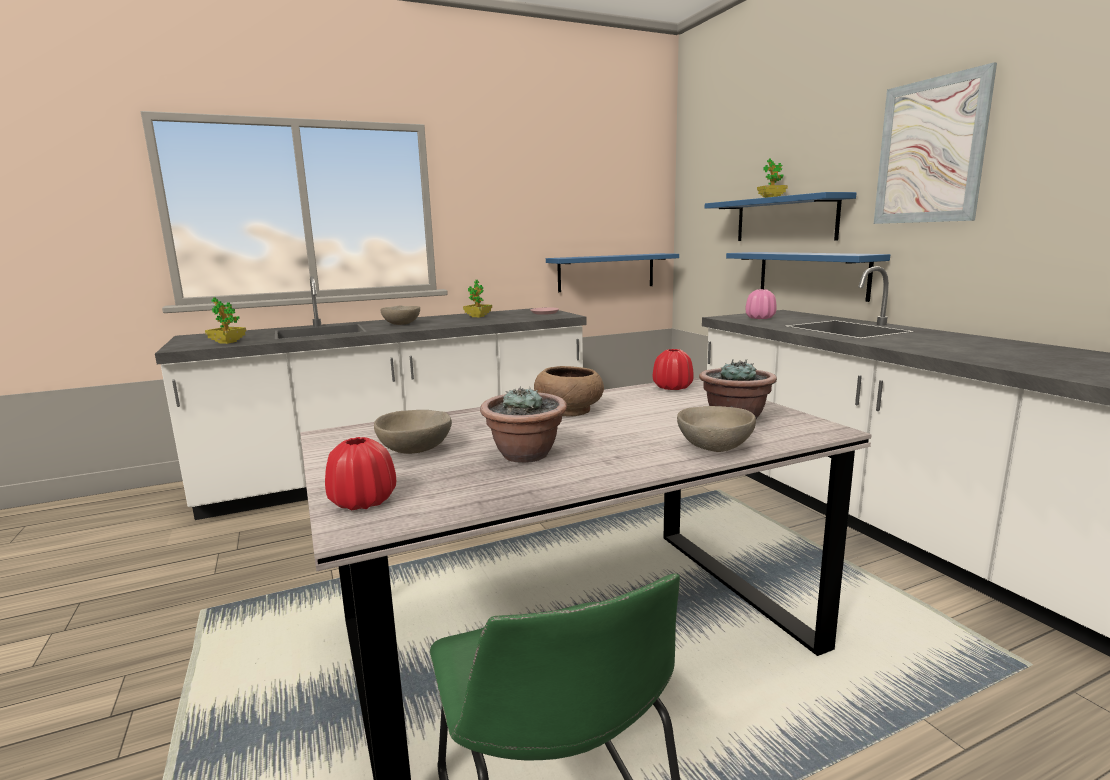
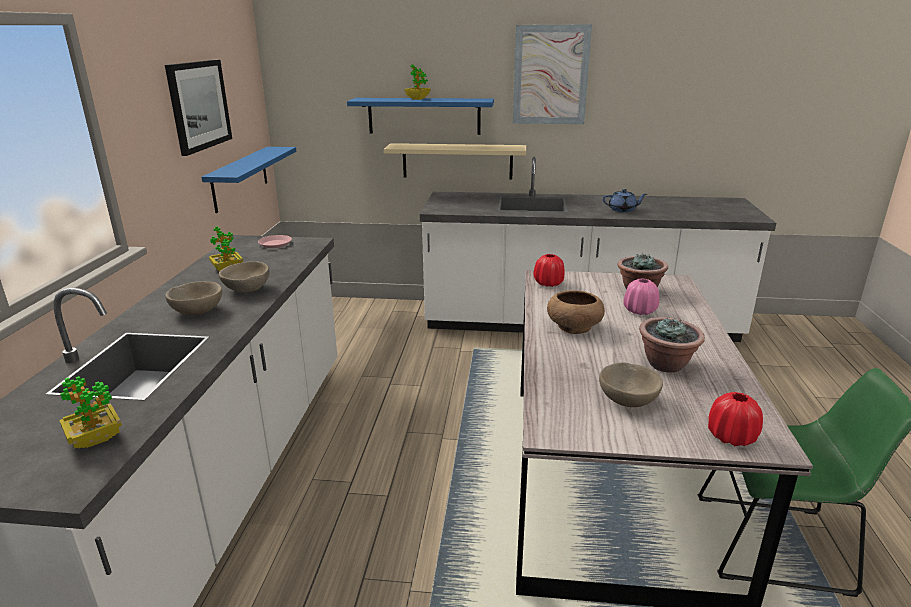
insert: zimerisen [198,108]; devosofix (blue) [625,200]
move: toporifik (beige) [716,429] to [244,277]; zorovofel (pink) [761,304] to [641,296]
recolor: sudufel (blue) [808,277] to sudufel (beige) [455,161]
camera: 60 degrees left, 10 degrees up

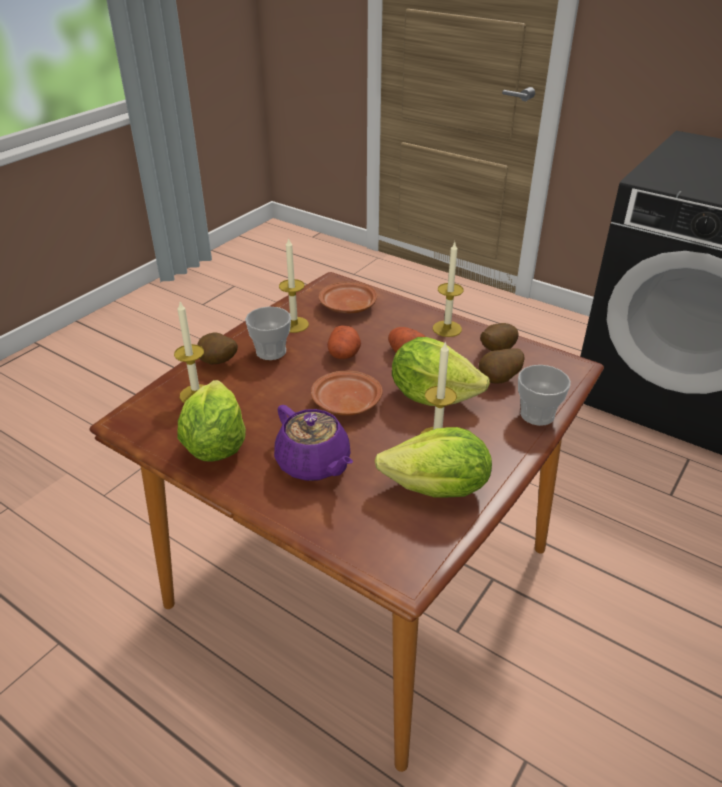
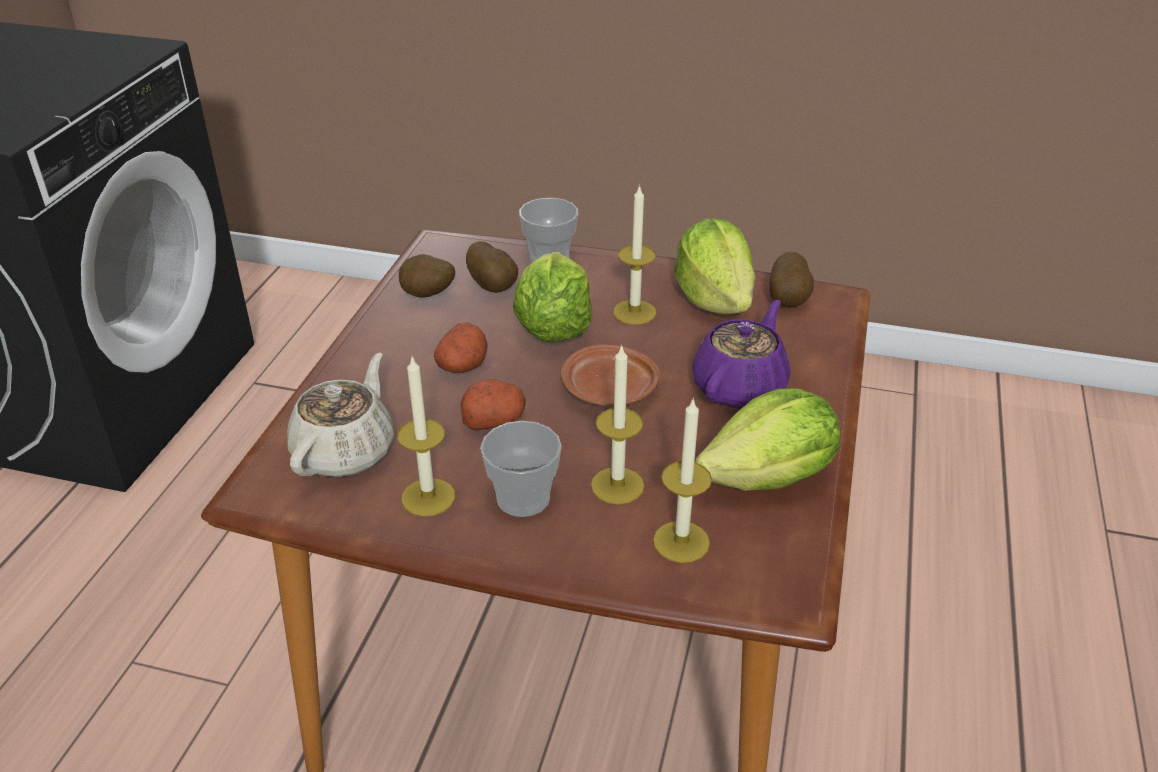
move: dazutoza [217,348] to [791,279]; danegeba [448,289] to [617,424]
replace: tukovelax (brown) [348,297] to devosofix (beige) [340,415]
camera: 110 degrees left, 0 degrees up

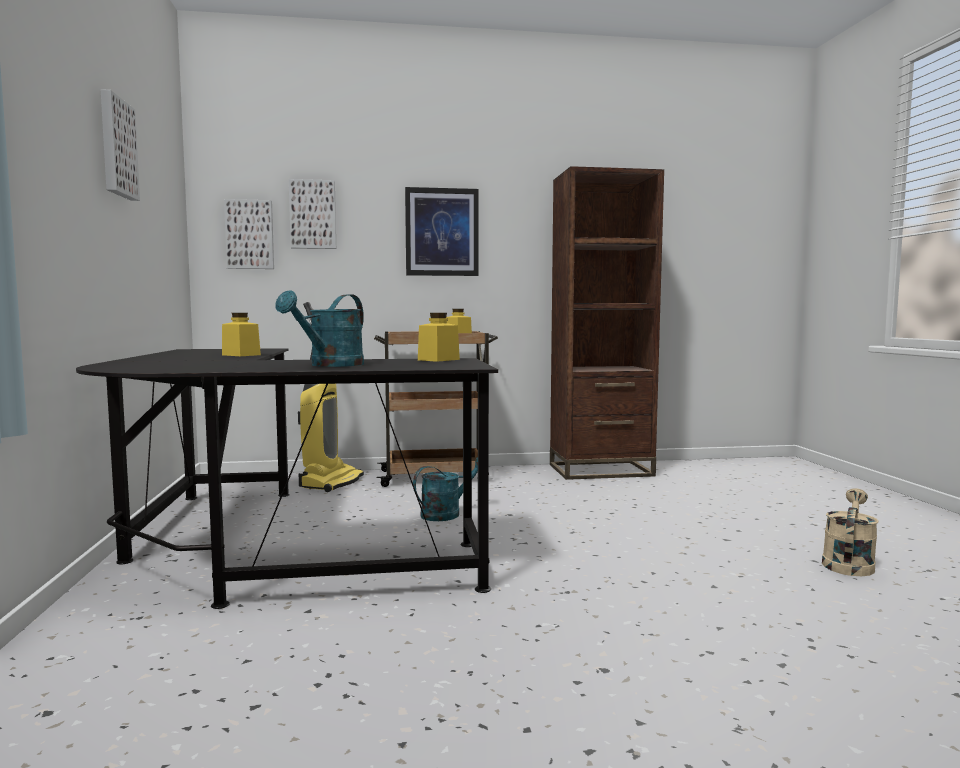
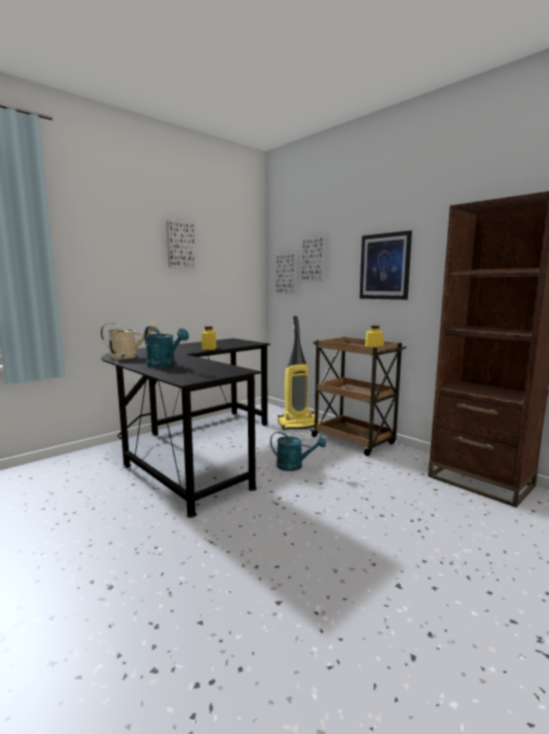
delete: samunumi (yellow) [439,337]
move: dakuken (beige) [850,532] to [130,340]
rotate: dakuken (turquoise) [320,328] = [166,347] 135 degrees counterclockwise
camera: 55 degrees right, 5 degrees up

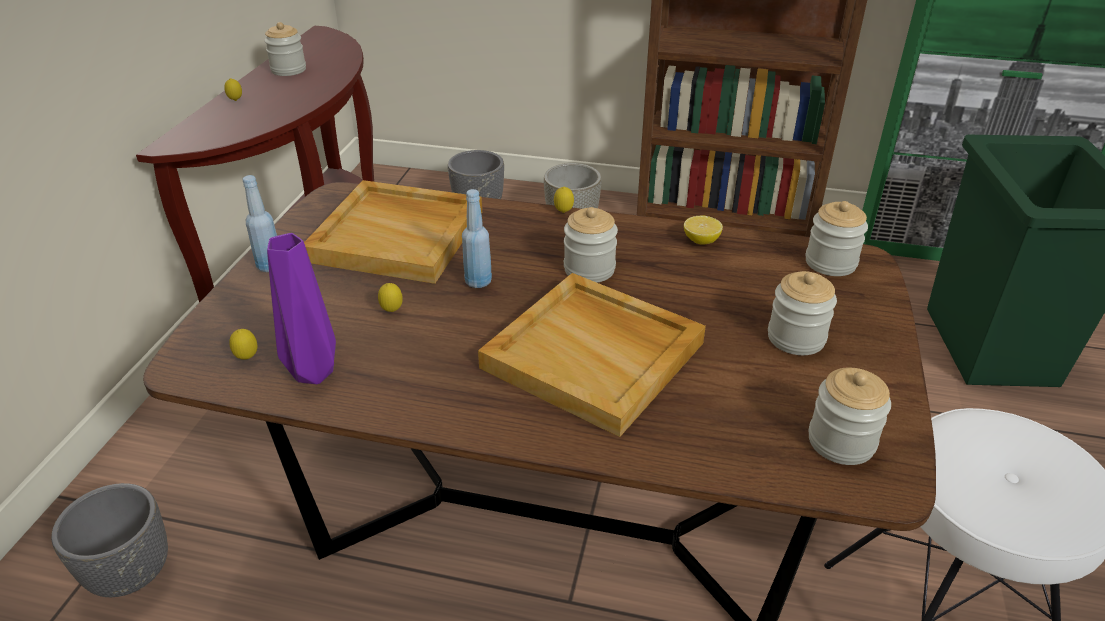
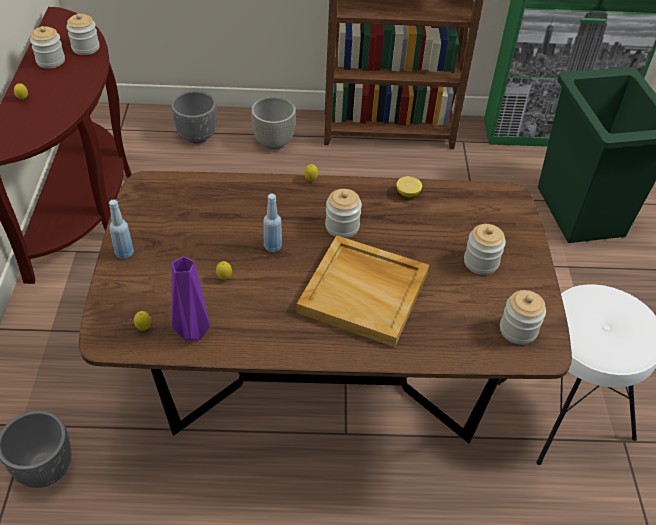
delete: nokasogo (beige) [393,232]
move: samunumi [837,238] to [83,34]
camera: 15 degrees left, 10 degrees up

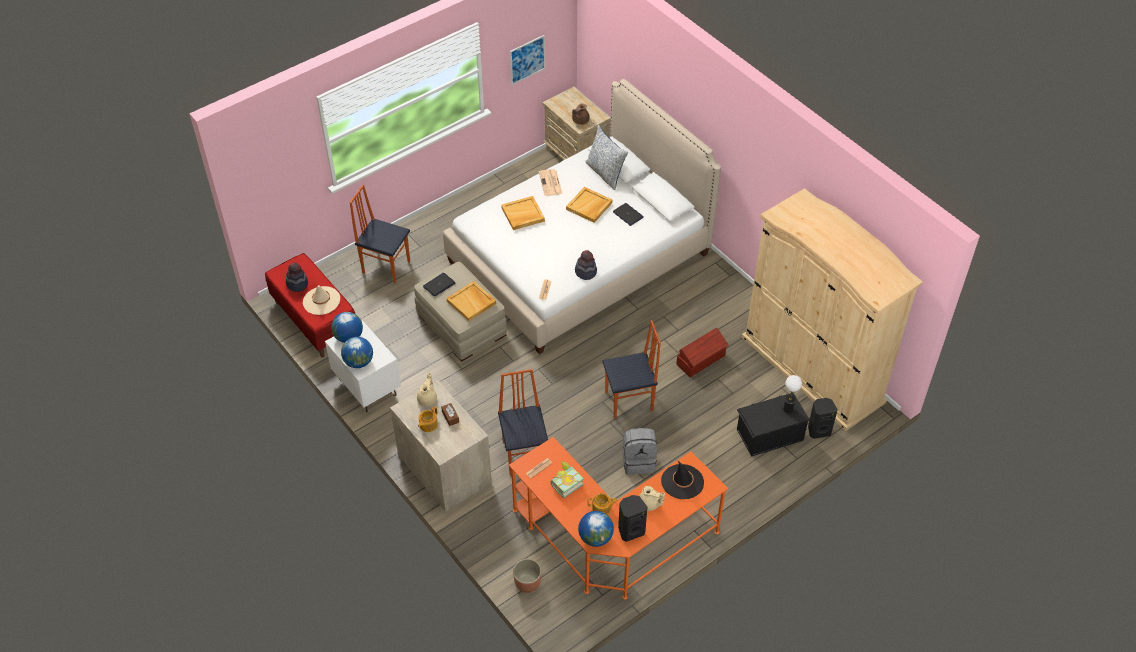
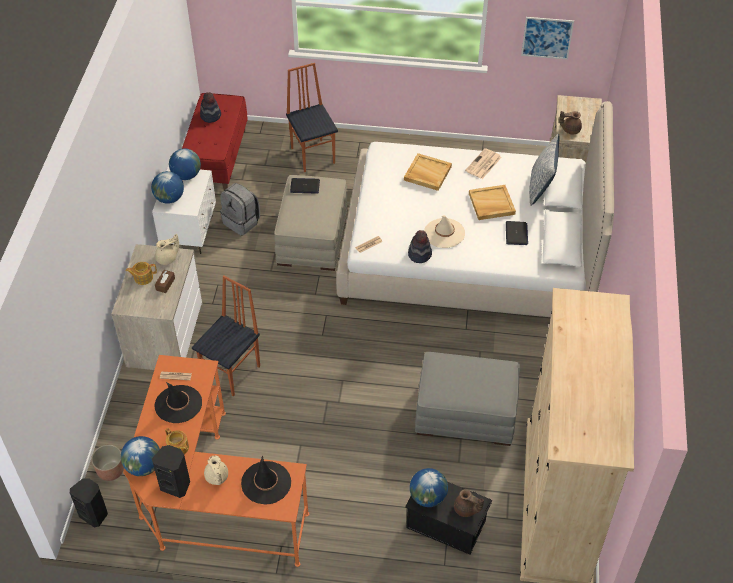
delete: nokasogo (beige) [471,301]; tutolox [631,369]
insert: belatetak [429,487]
move: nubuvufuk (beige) [321,300] to [444,231]; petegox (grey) [639,451] to [240,209]; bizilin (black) [823,418] to [89,503]
replace: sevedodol [567,480] to nubuvufuk (black) [178,402]; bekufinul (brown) [702,352] to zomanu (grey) [467,399]; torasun [792,394] to devosofix (brown) [469,503]
camera: 45 degrees right, 0 degrees up

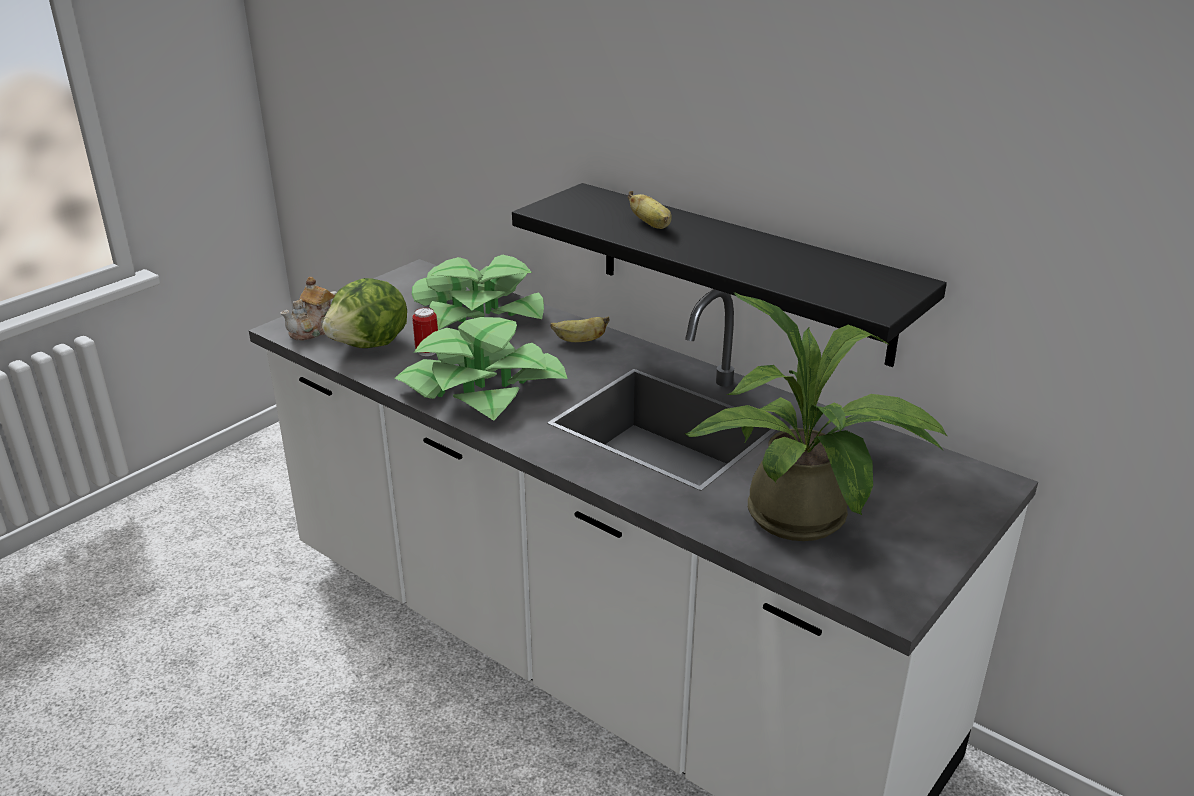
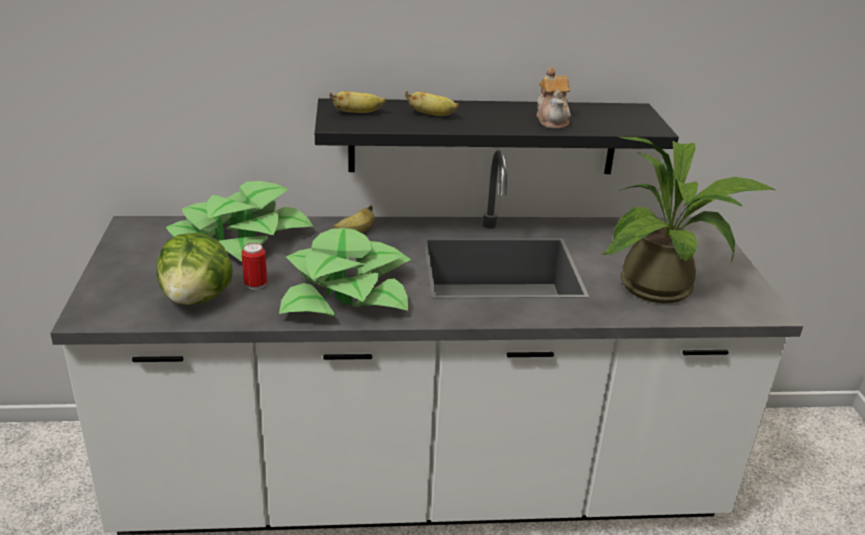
insert: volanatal [358,102]
move: devosofix [308,309] to [554,98]
camera: 45 degrees left, 0 degrees up

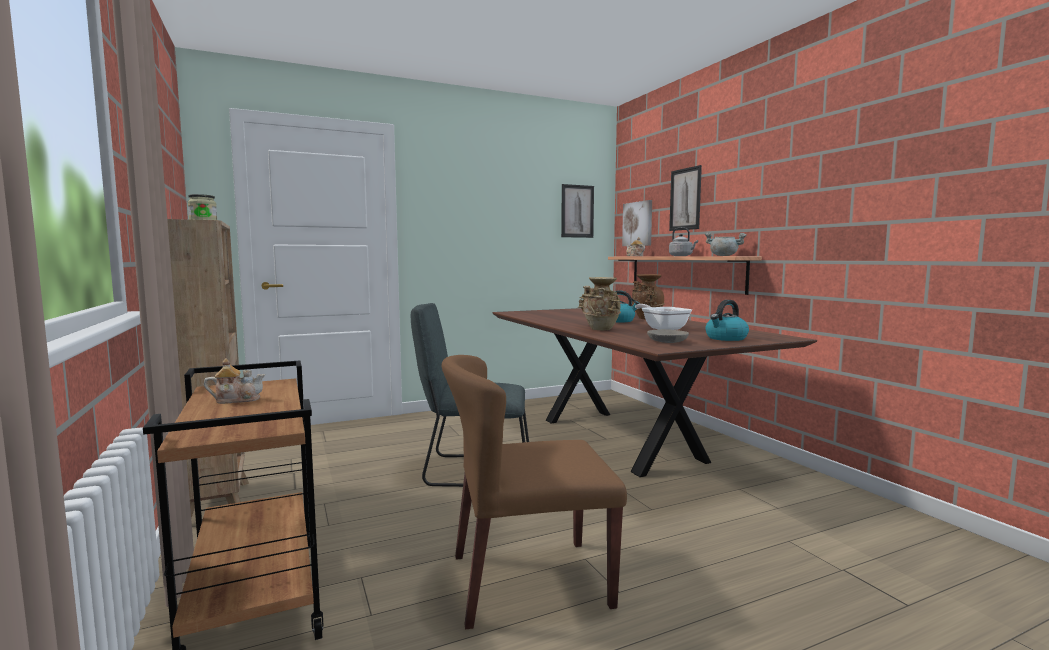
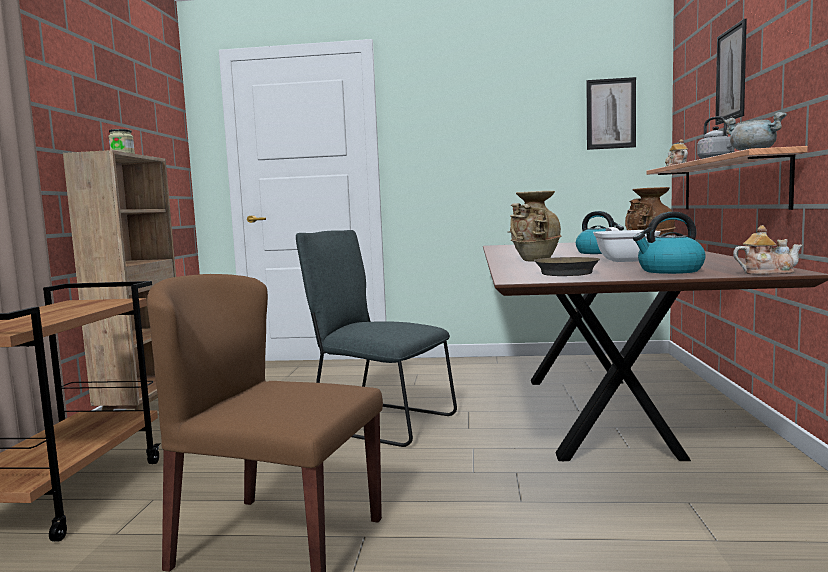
delete: zimerisen [637,223]
move: devosofix [234,381] to [768,250]
replace: toporifik (grey) [668,336] to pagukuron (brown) [567,266]
camera: 30 degrees right, 0 degrees up

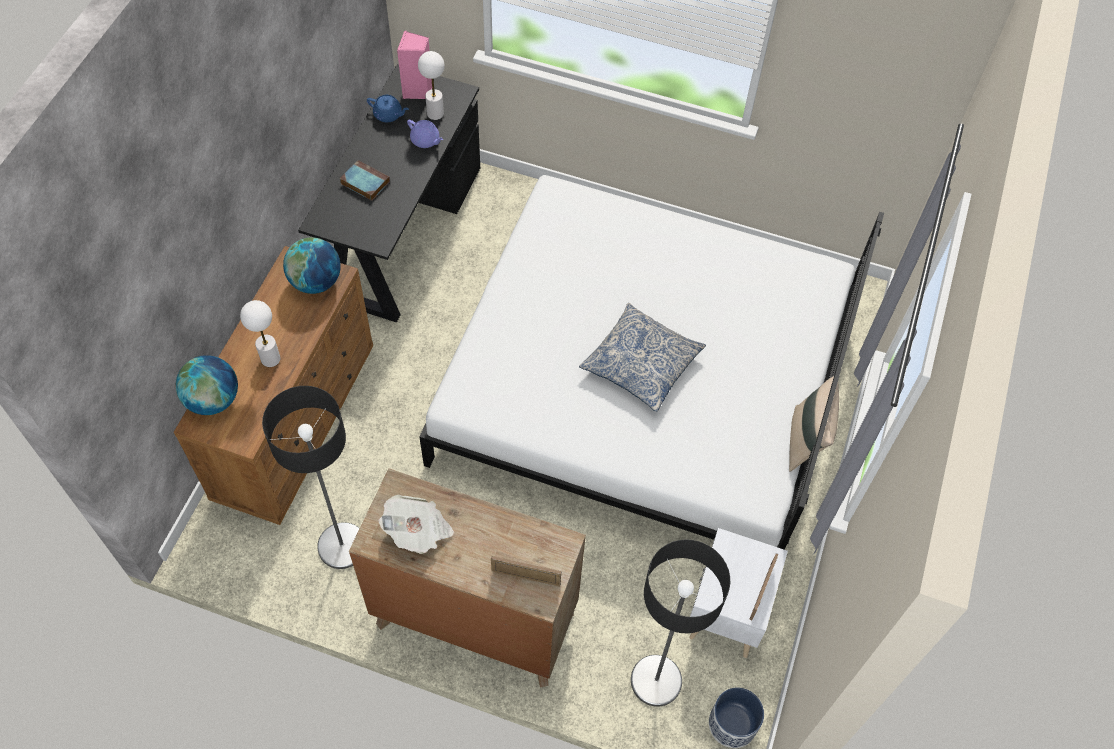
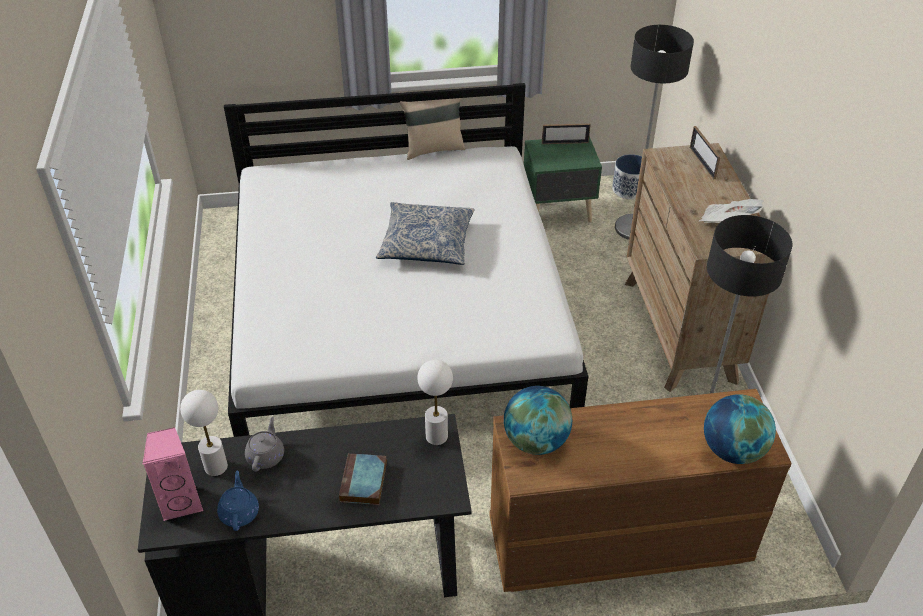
move: torasun (white) [260,333] to [435,402]
recolor: devosofix (purple) [425,134] to devosofix (grey) [264,444]; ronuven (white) [738,593] to ronuven (green) [563,179]
camera: 115 degrees left, 15 degrees down

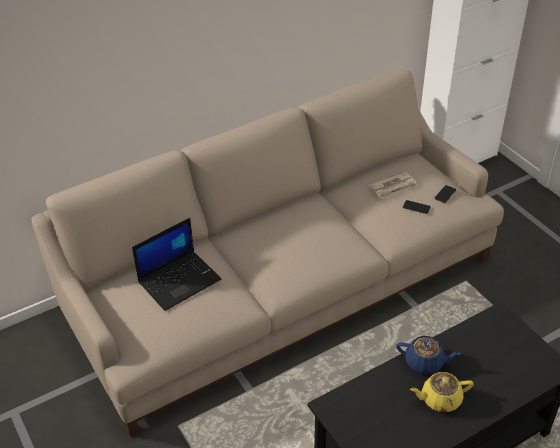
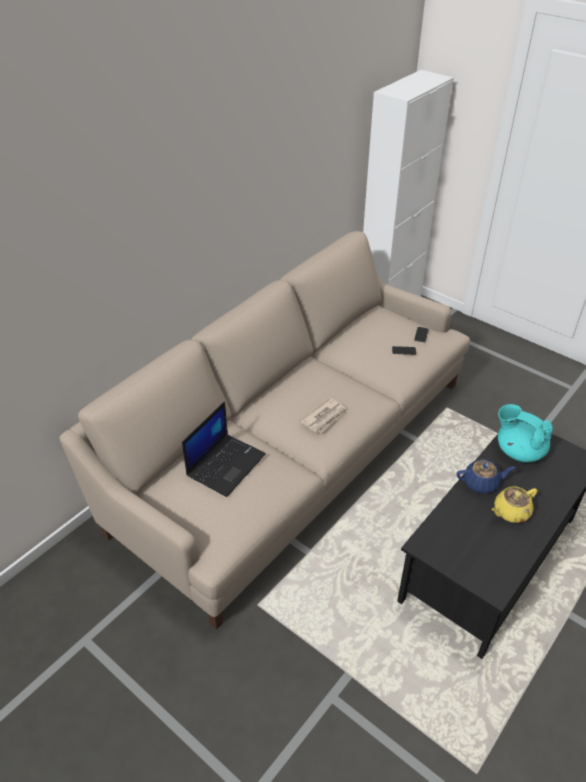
insert: devosofix (turquoise) [525,433]
move: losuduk [393,185] to [324,416]
camera: 20 degrees left, 0 degrees up

